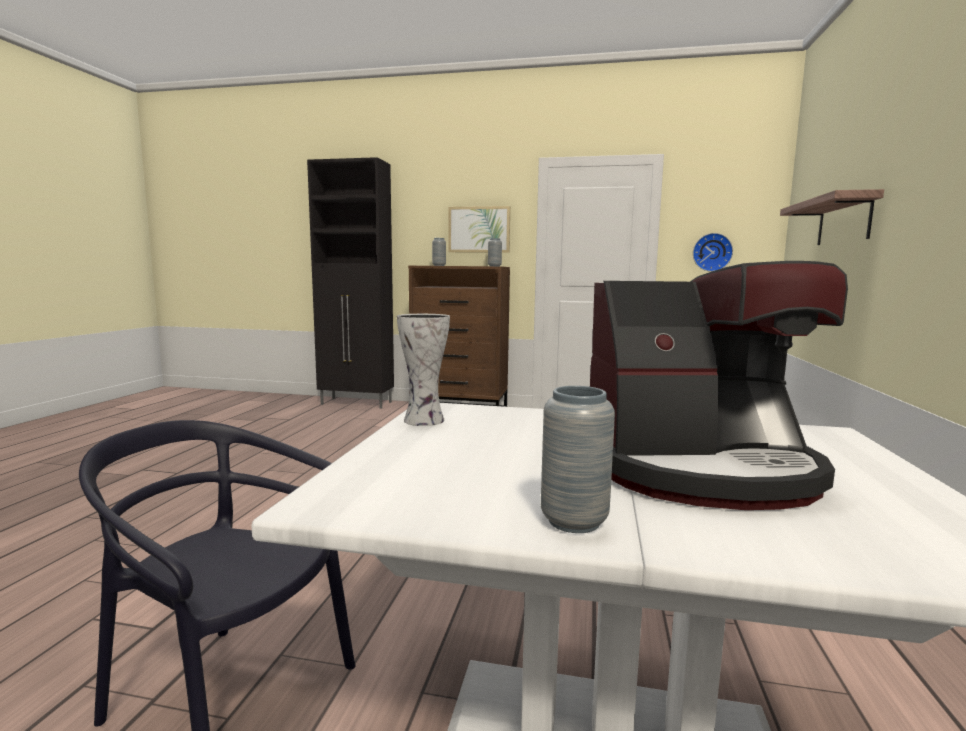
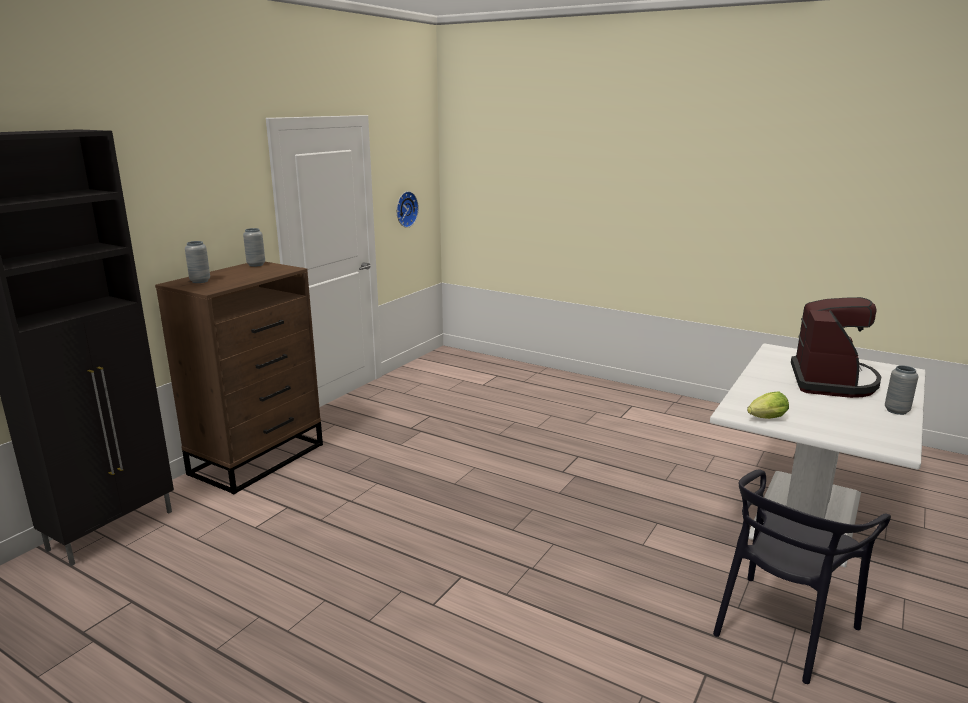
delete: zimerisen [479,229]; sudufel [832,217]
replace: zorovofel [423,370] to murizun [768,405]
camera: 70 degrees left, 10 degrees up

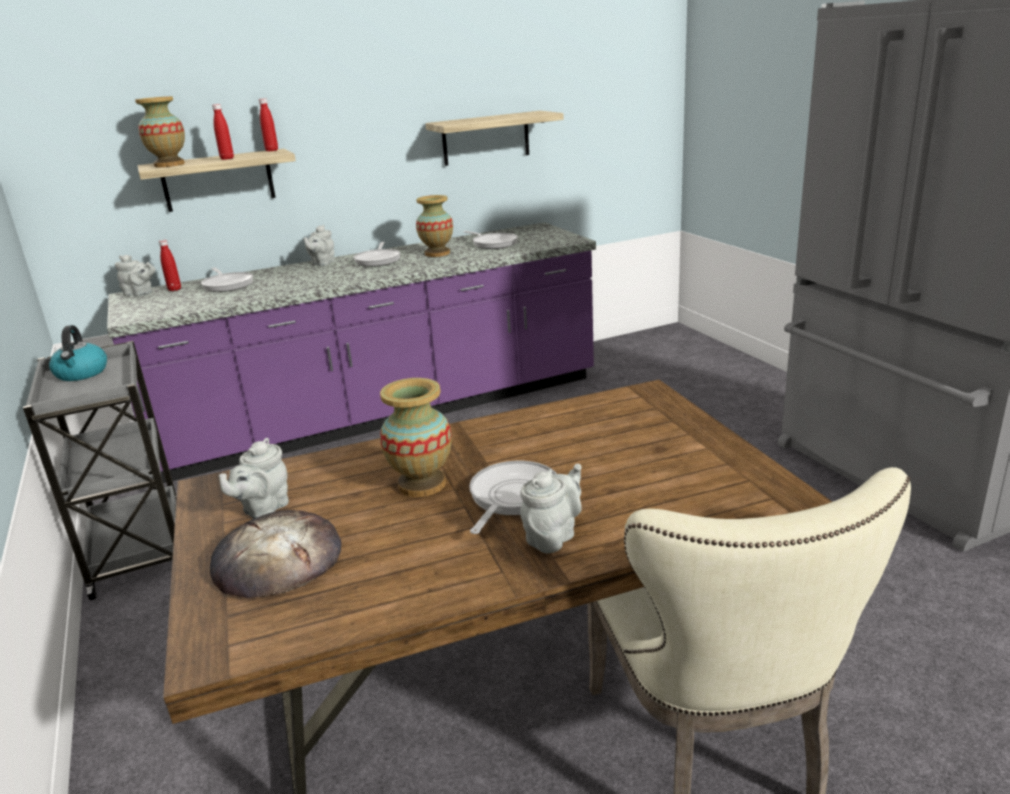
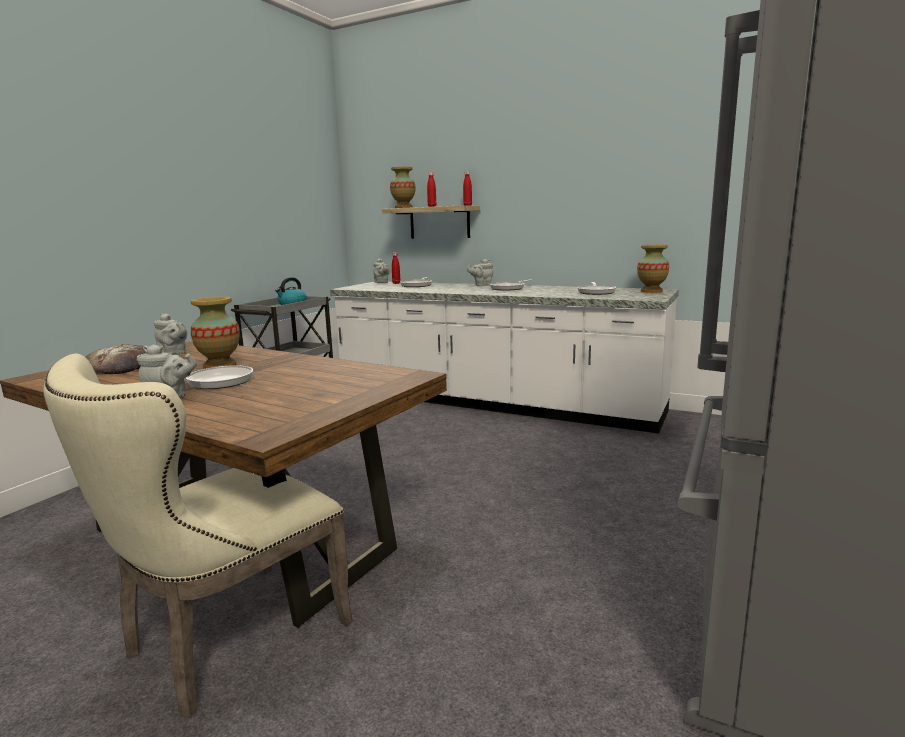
delete: sudufel [494,138]
move: zorovofel [434,226] to [653,269]
recolor: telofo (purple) [351,352] to telofo (white) [504,357]
rotate: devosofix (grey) [254,478] = [170,334] 135 degrees counterclockwise
camera: 50 degrees right, 10 degrees down

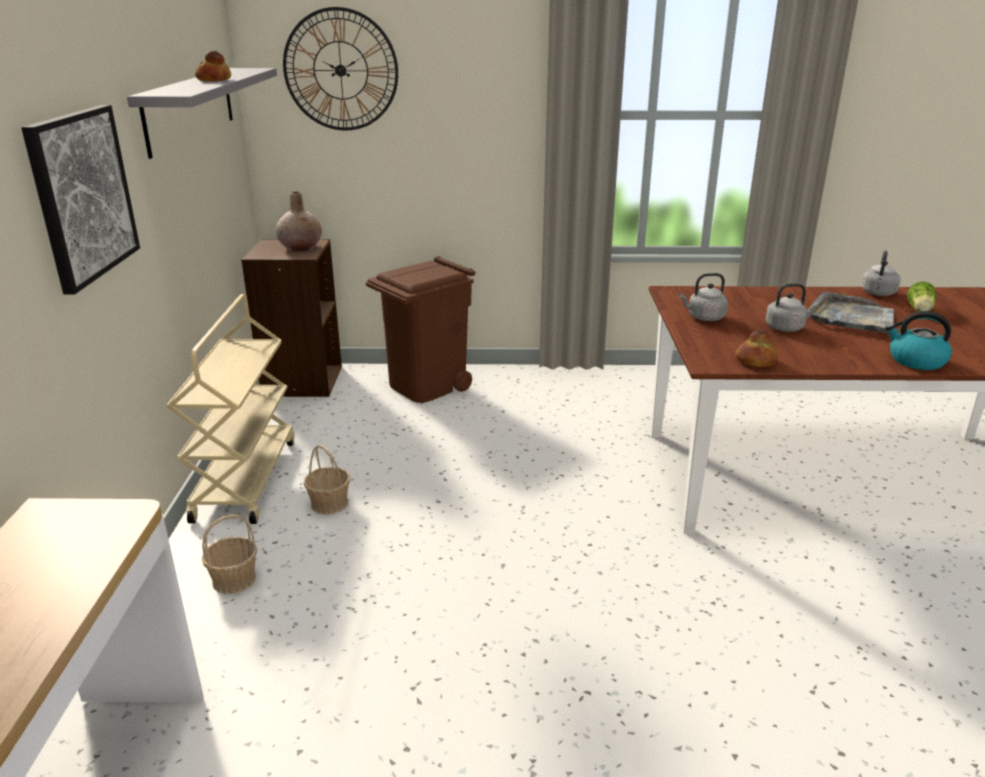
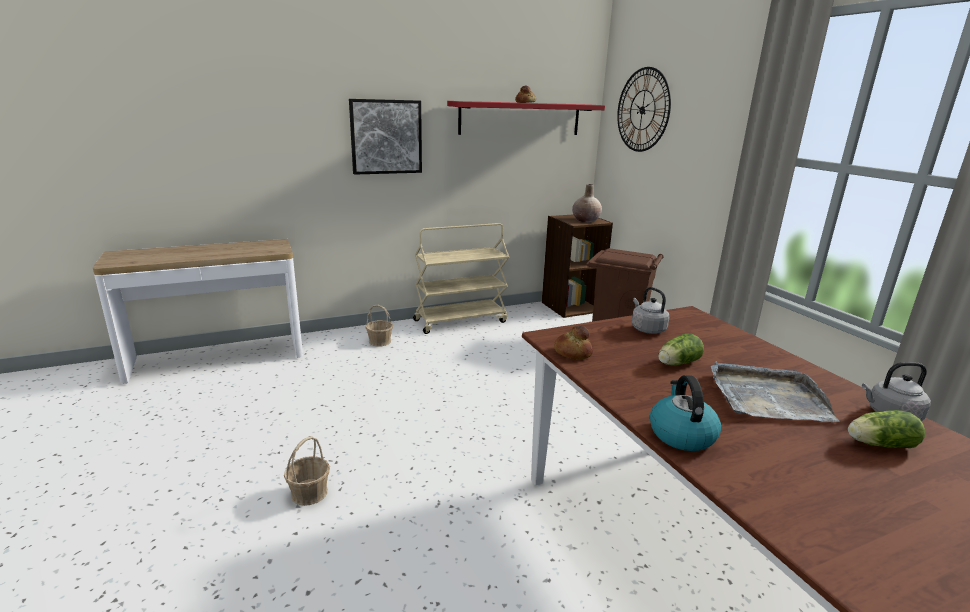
move: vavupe [327,480] to [307,471]
replace: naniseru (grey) [792,307] to murizun [681,350]
recolor: sudufel (grey) [202,113] to sudufel (red) [526,118]
camera: 65 degrees right, 5 degrees down

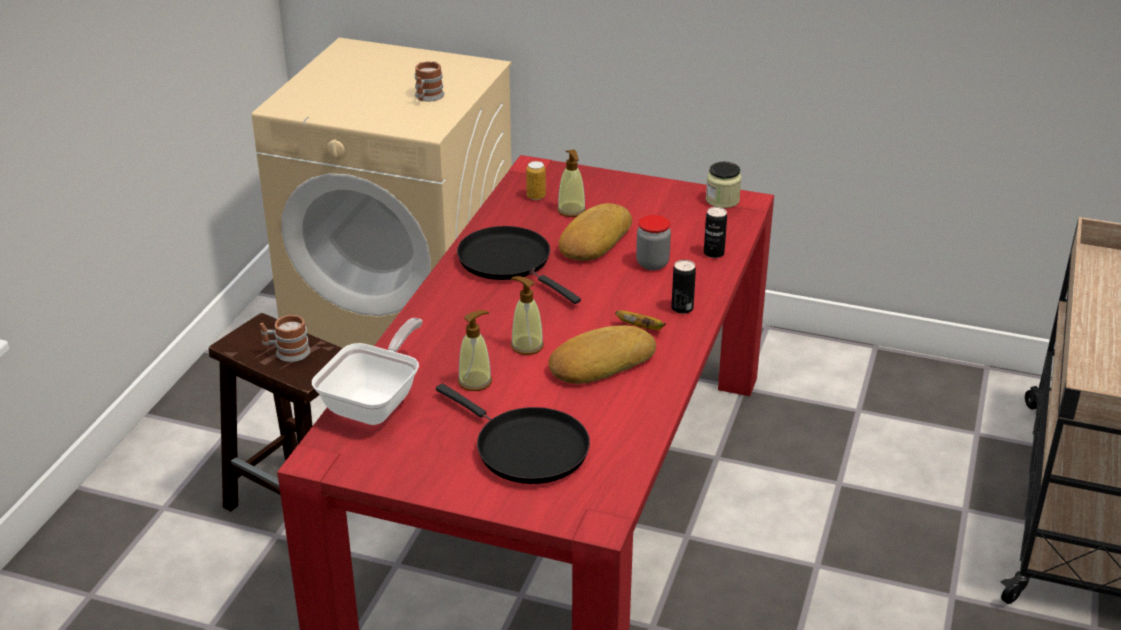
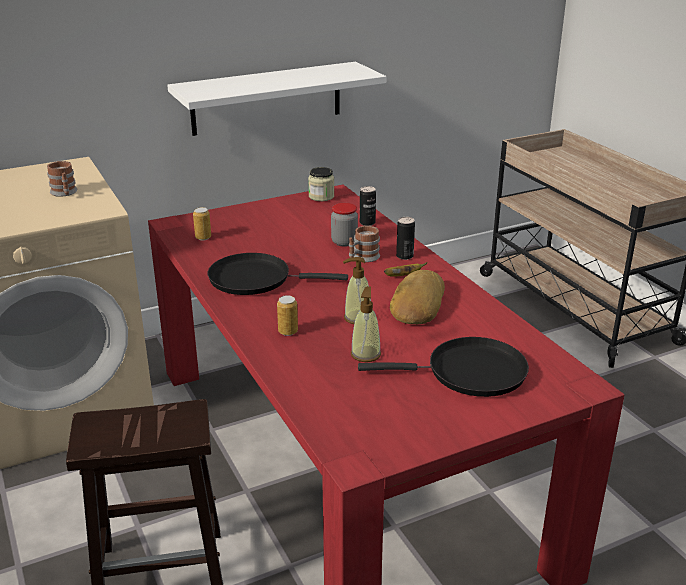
delete: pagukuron [367,371]; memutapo [571,183]; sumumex [595,232]
insert: sudufel (white) [276,99]; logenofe [287,315]
move: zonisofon [285,338] to [364,244]
camera: 45 degrees left, 5 degrees down

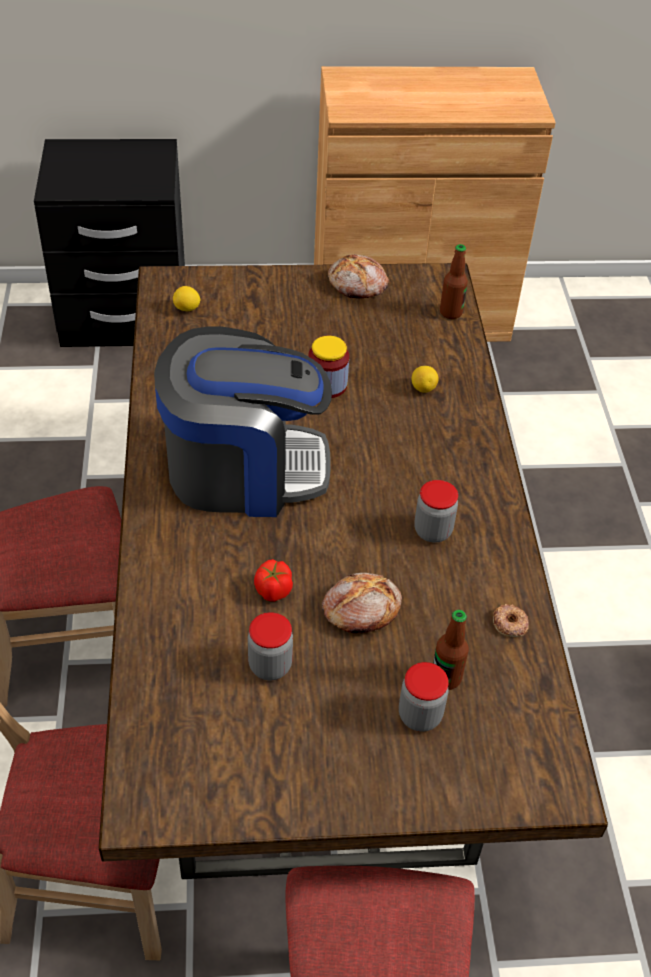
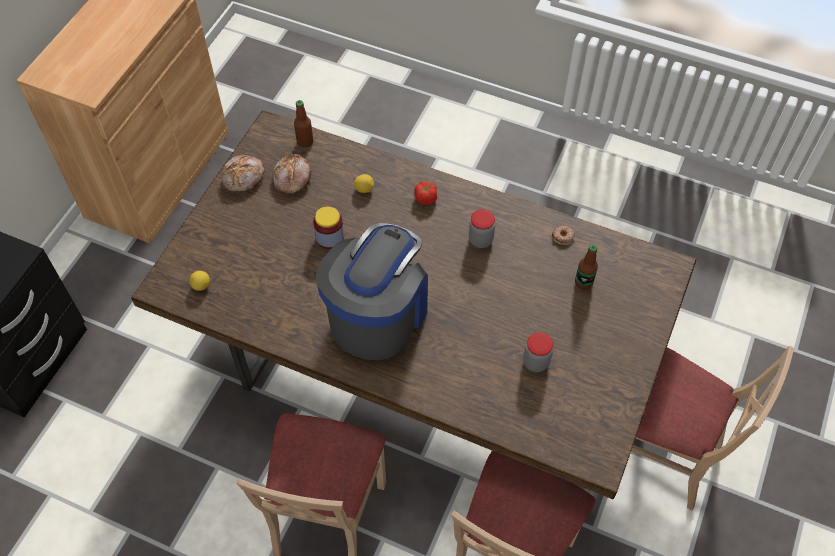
delete: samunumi [424,697]
move: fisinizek [273,580] to [425,193]; sumumex [362,603] to [292,174]
camera: 60 degrees left, 10 degrees up

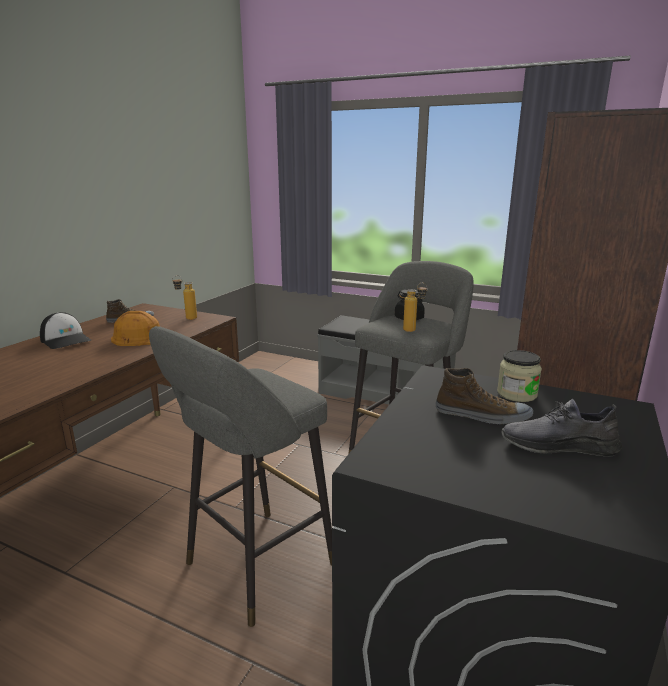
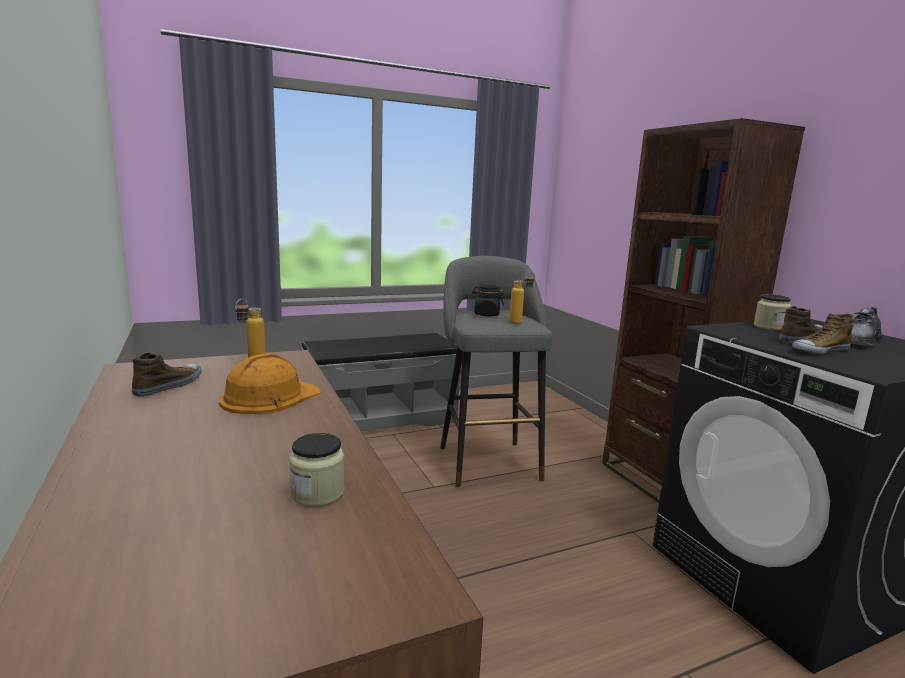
delete: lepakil [65,330]; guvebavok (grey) [240,476]
insert: samunumi [316,470]; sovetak [823,333]
camera: 50 degrees left, 5 degrees down

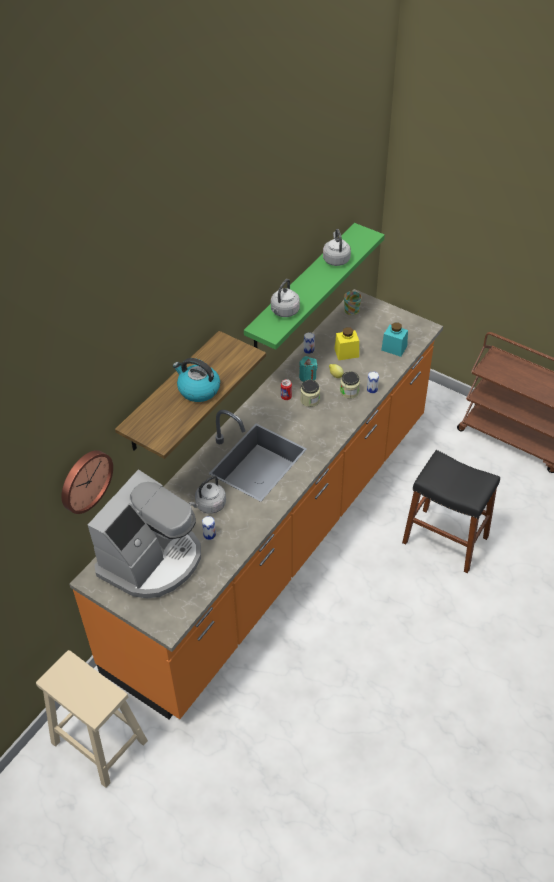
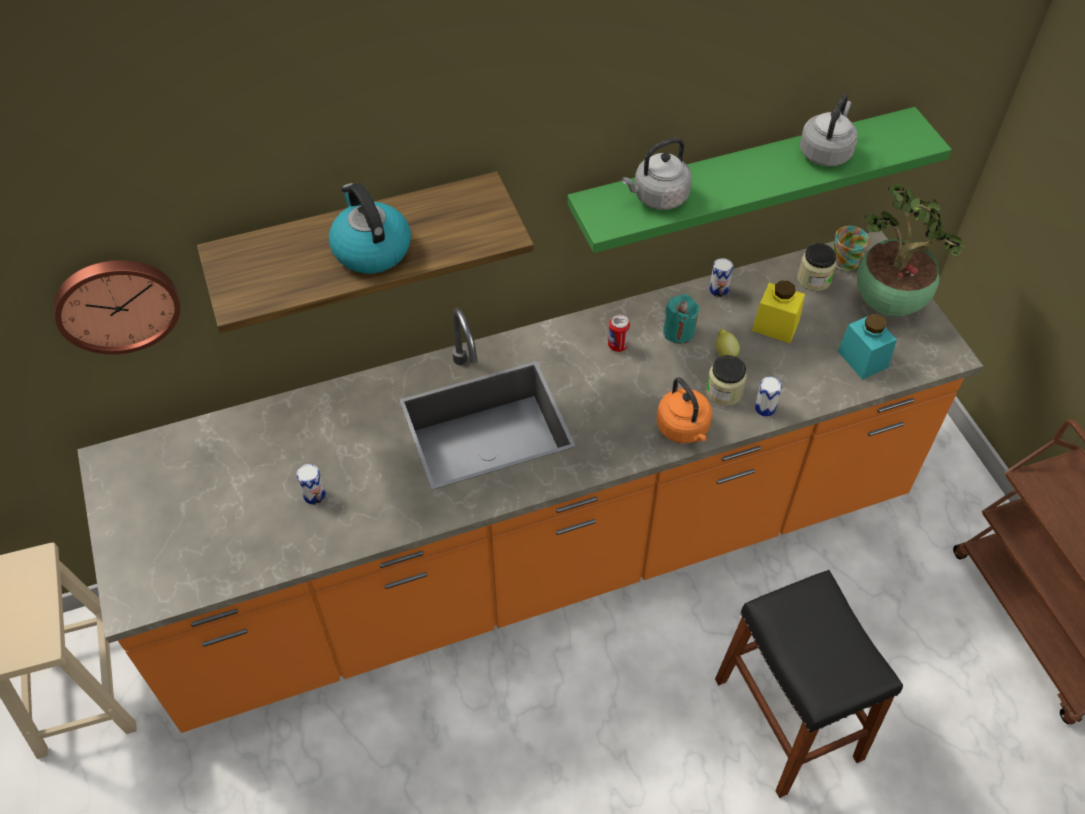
delete: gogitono [144,534]; naniseru (grey) [207,495]
insert: naniseru (orange) [684,410]; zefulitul [911,250]
move: samunumi [310,393] to [817,267]
camera: 35 degrees right, 5 degrees up

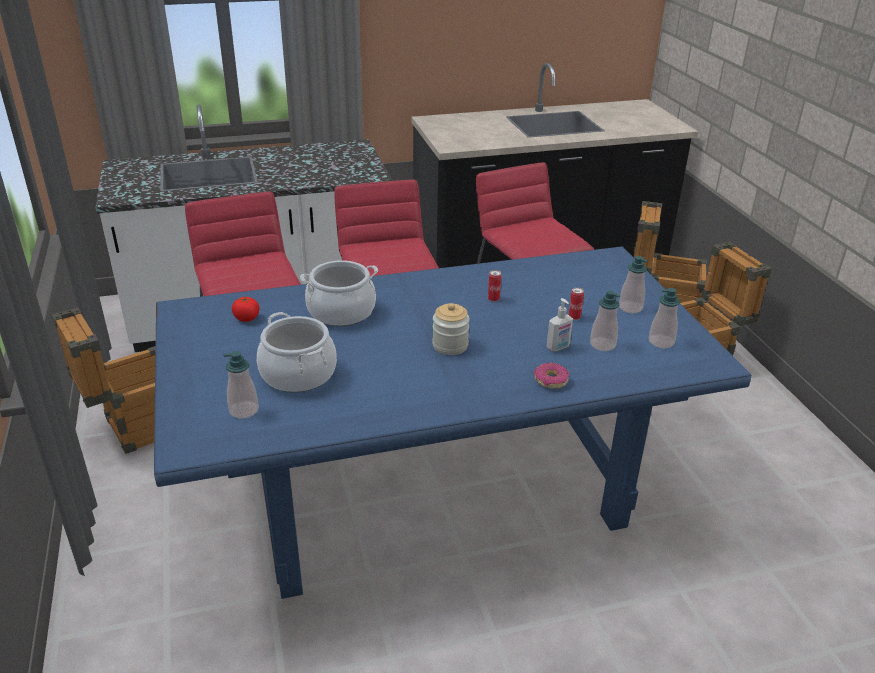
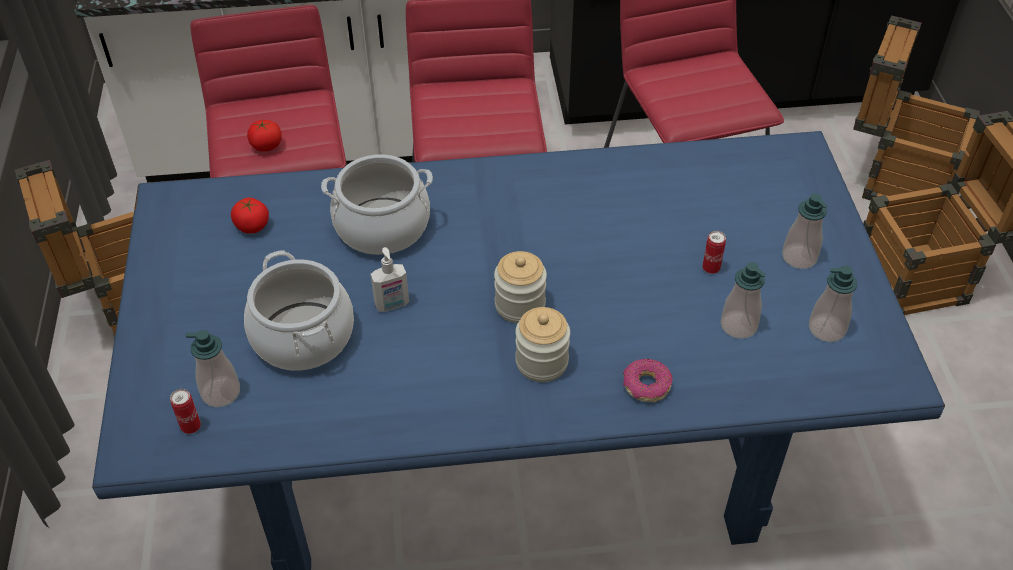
insert: fisinizek [264,136]; samunumi [542,344]
move: logenofe [494,286] to [185,411]; memutapo [559,324] to [390,279]
camera: 10 degrees right, 15 degrees up

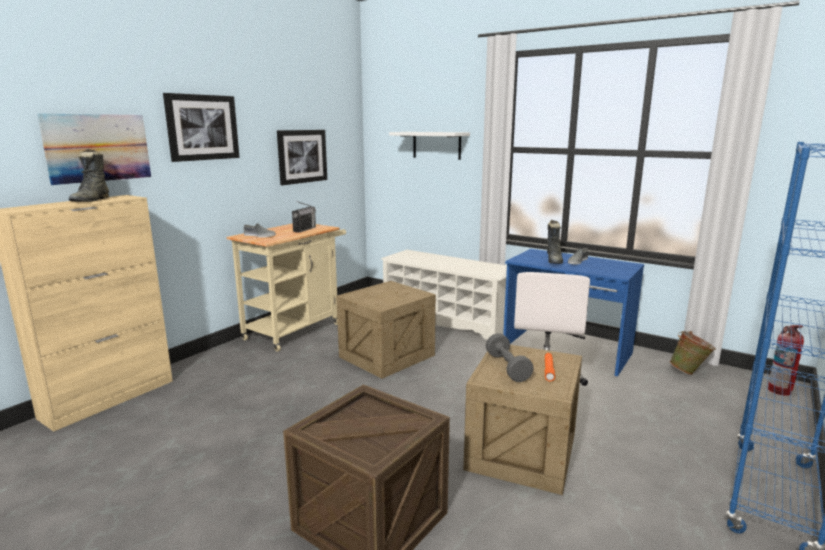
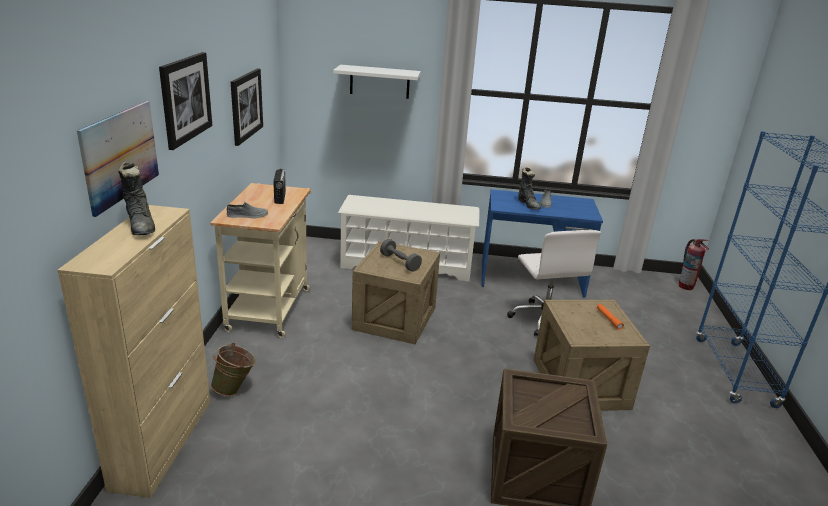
move: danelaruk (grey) [510,357] to [401,255]; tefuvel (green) [692,353] to [233,369]
camera: 30 degrees left, 10 degrees up

